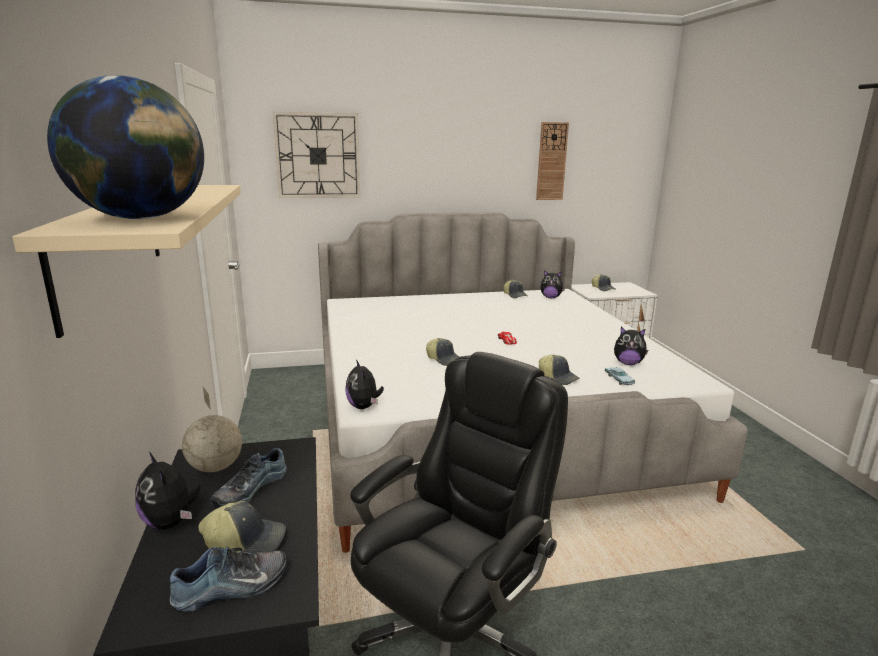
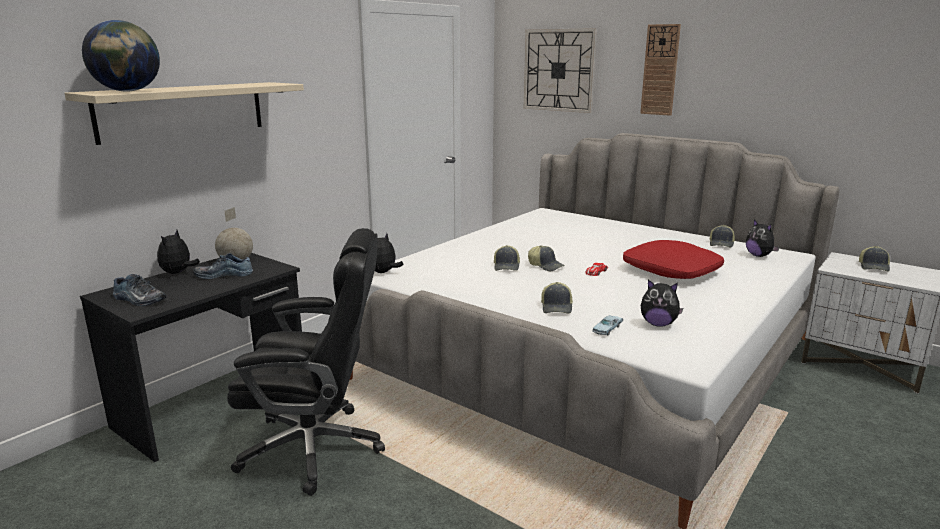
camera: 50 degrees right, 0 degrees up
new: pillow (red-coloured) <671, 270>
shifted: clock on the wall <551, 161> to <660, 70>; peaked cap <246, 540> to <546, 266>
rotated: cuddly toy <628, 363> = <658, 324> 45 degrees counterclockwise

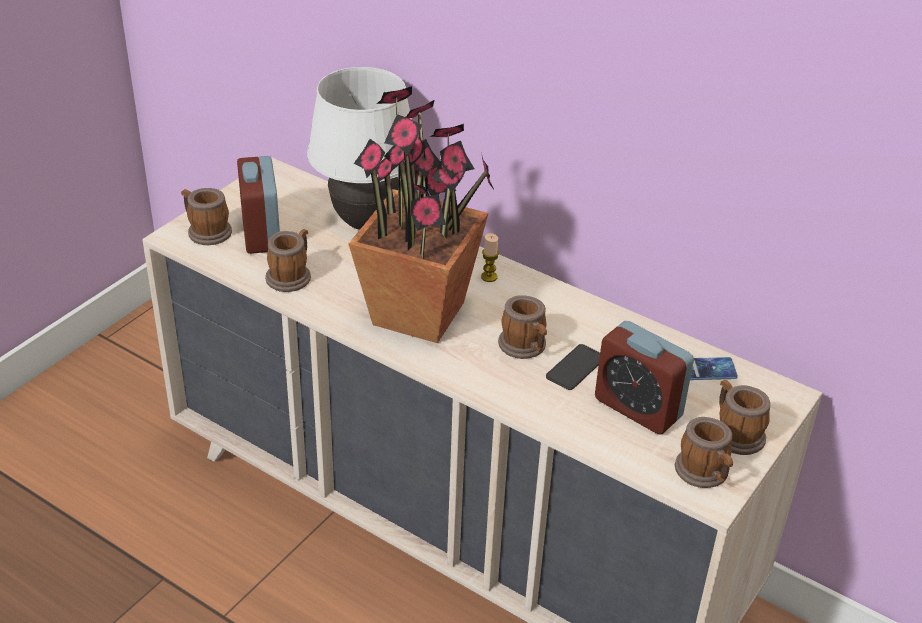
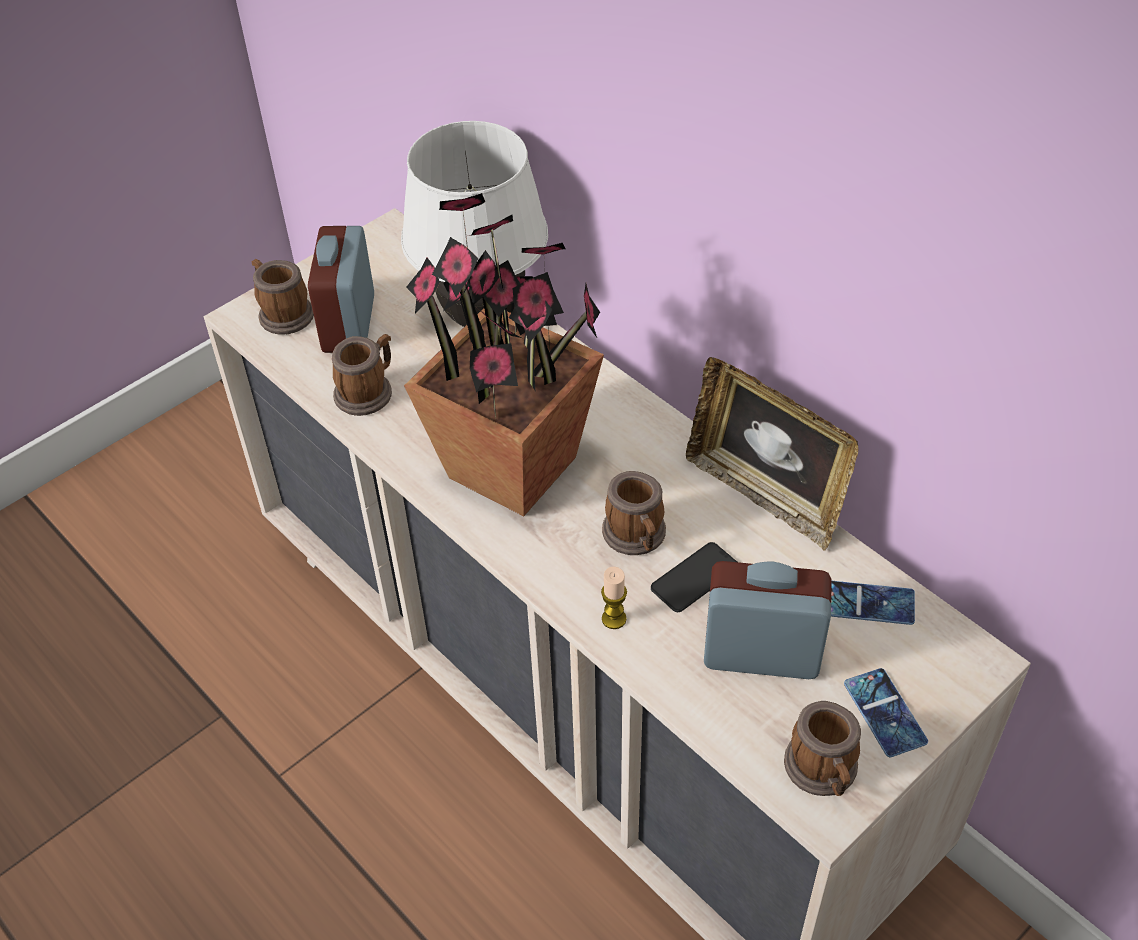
camera: 15 degrees right, 10 degrees up
new: picture frame <765, 494>
shifted: wax candle <489, 277> to <614, 619>
swapped: mug <735, 433> to phone <885, 712>
rotated: table clock <638, 408> = <761, 653> 135 degrees clockwise

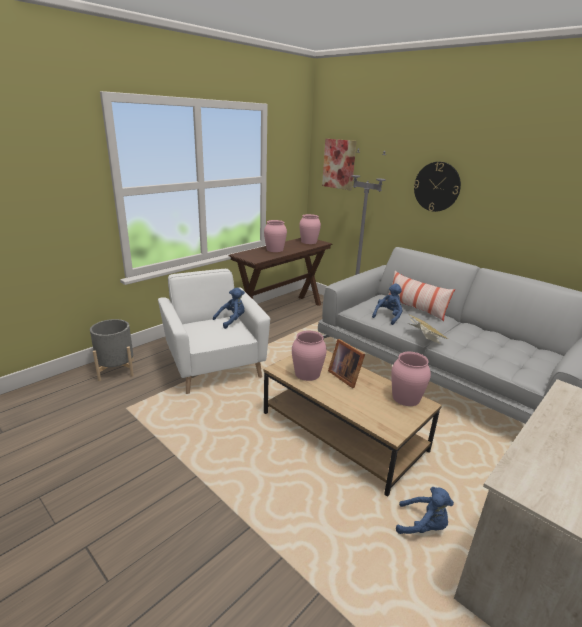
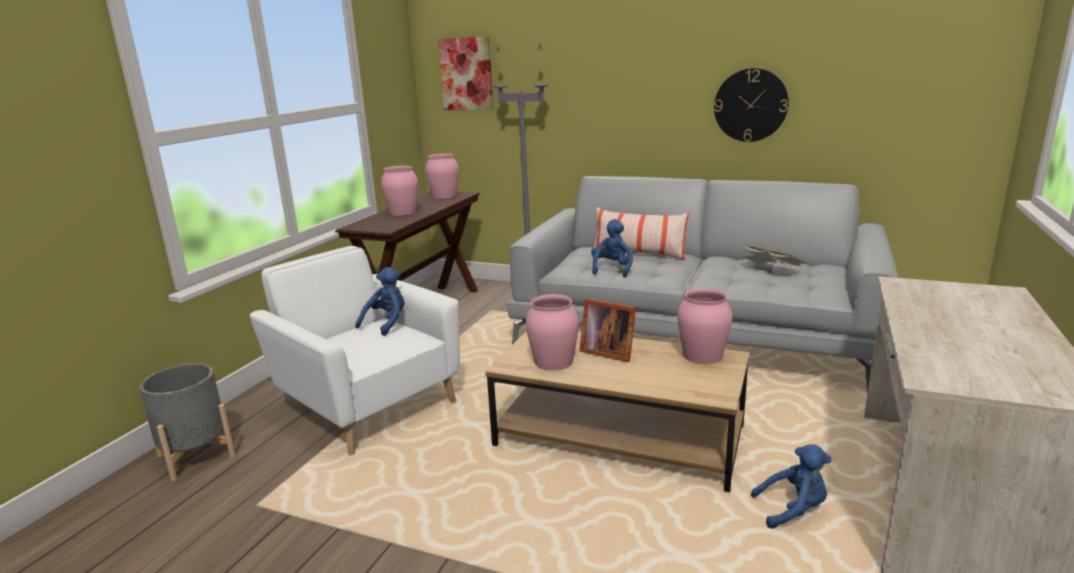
camera: 20 degrees left, 5 degrees down
shifted: clock on the wall <437, 186> to <750, 105>; bound book <424, 337> to <771, 270>

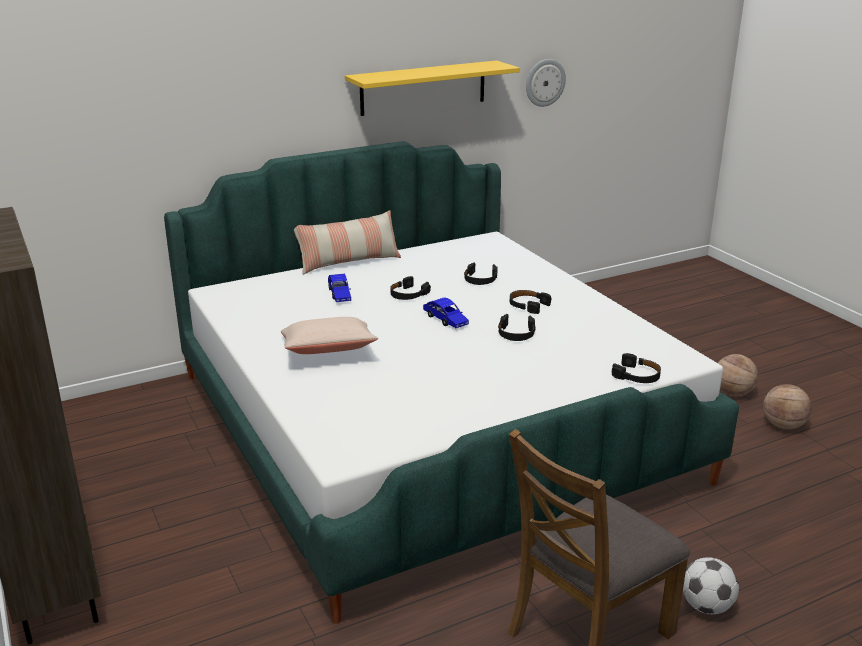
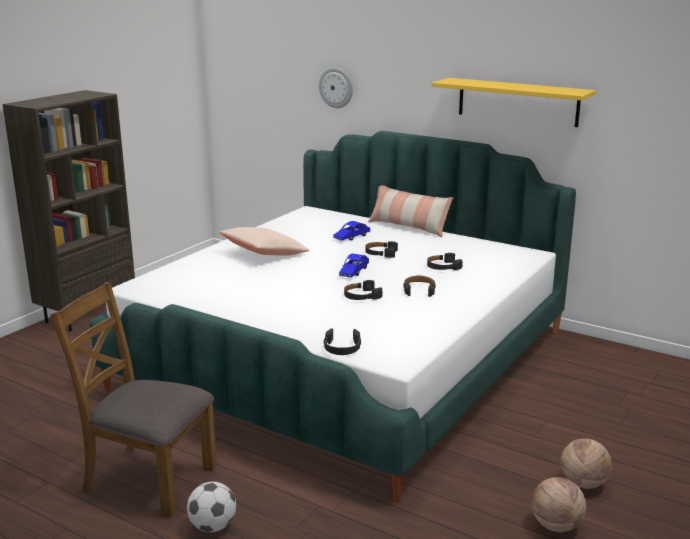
camera: 60 degrees right, 5 degrees down
shifted: clock on the wall <544, 82> to <336, 87>

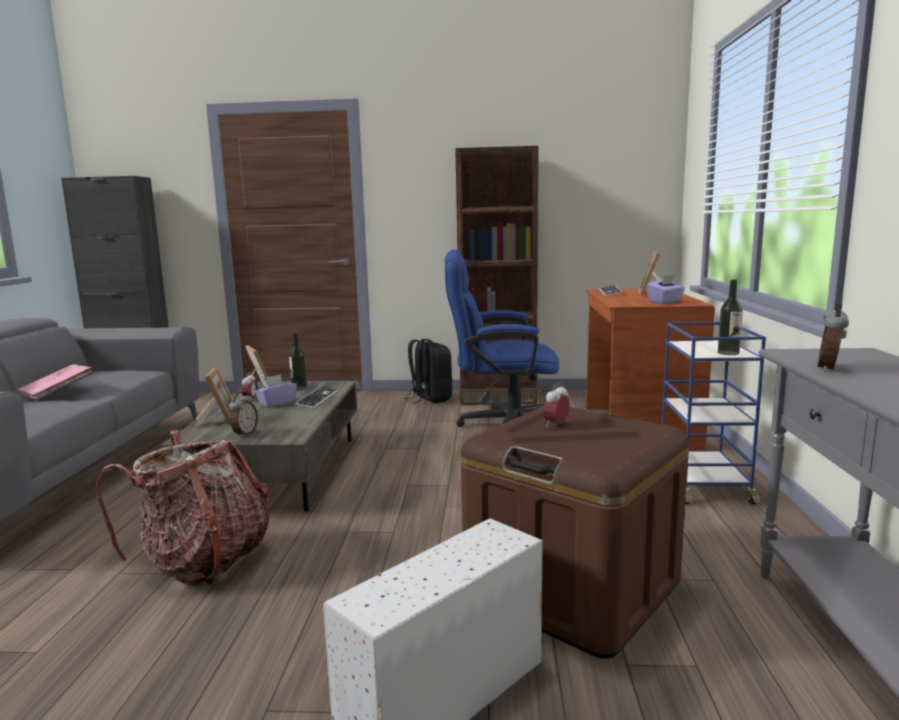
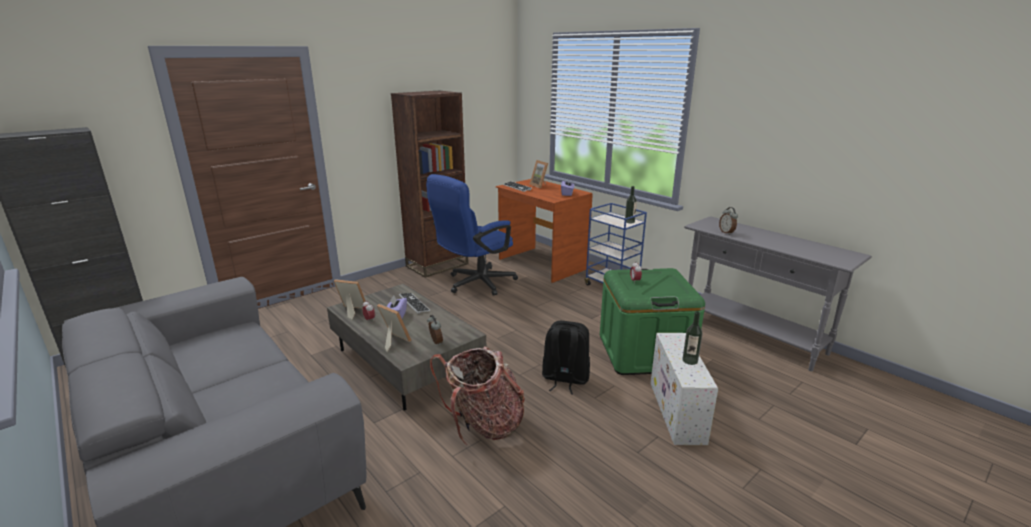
camera: 45 degrees left, 10 degrees up
gone: bound book (pink-coloured) <57, 392>
shifted: bottle <299, 388> to <690, 360>; rucksack (black-coloured) <430, 399> to <564, 379>
repainted: storage bin (brown-coloured) <572, 588> to storage bin (greenish) <644, 352>

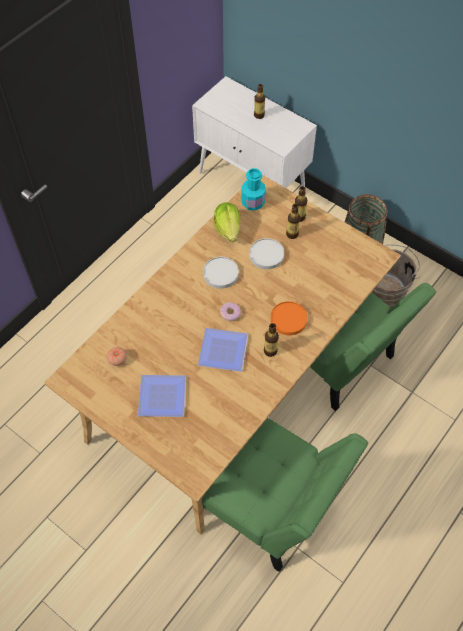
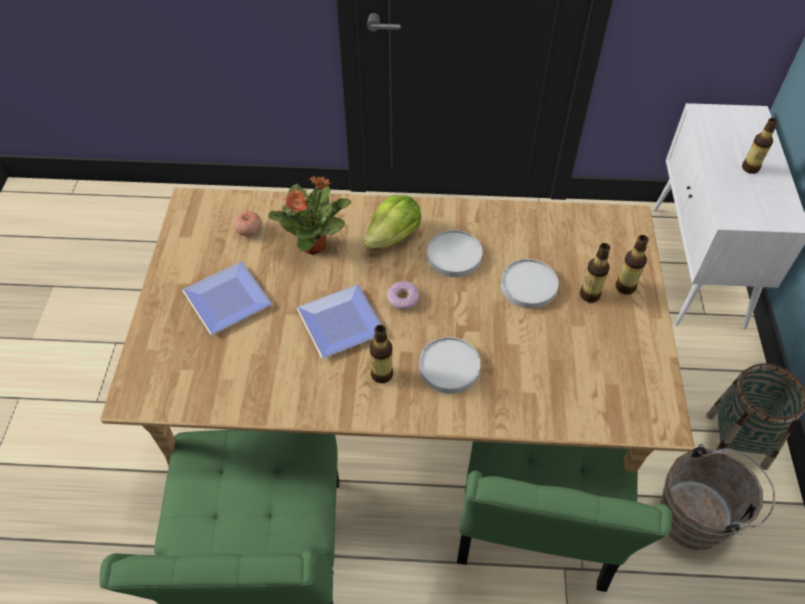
camera: 55 degrees right, 5 degrees down
gone: bottle (turquoise-coloured) <253, 202>
new: plant in a pot <314, 244>
shifted: lettuce head <228, 229> to <394, 237>
repainted: plate (orangey) <289, 319> to plate (white-coloured) <449, 368>

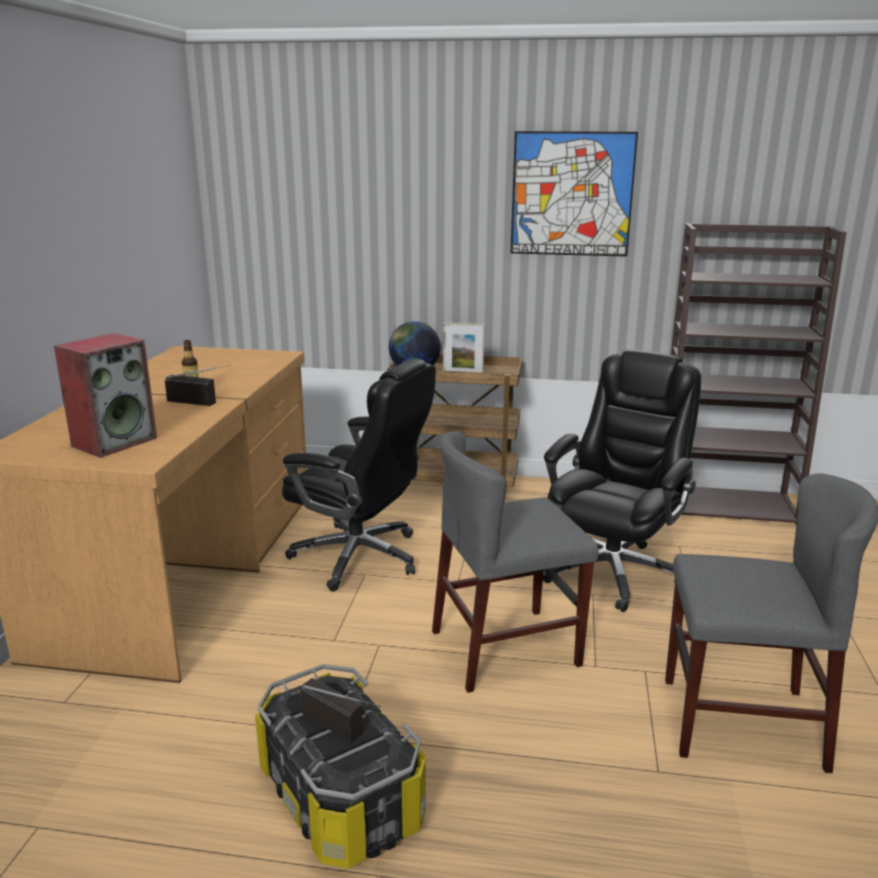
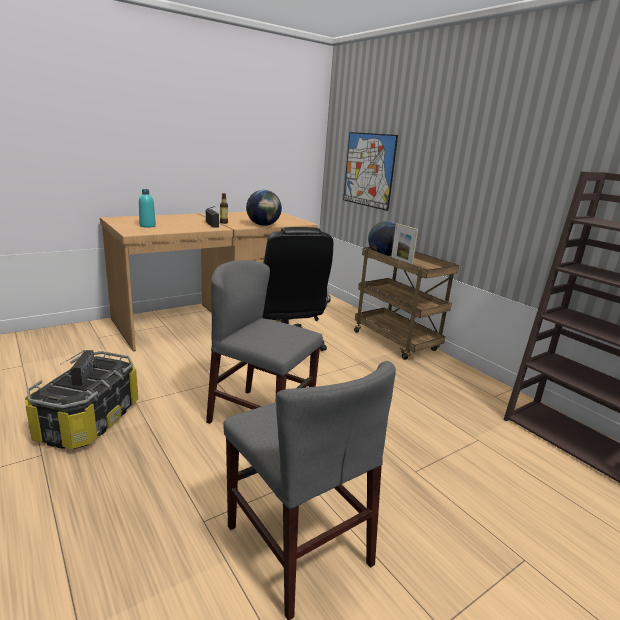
camera: 45 degrees right, 0 degrees up
gone: computer chair (black-coloured) <612, 570>
new: desk globe <263, 225>
shifted: wall picture <571, 194> to <368, 170>
swapped: speaker <115, 441> to bottle (turquoise-coloured) <147, 226>

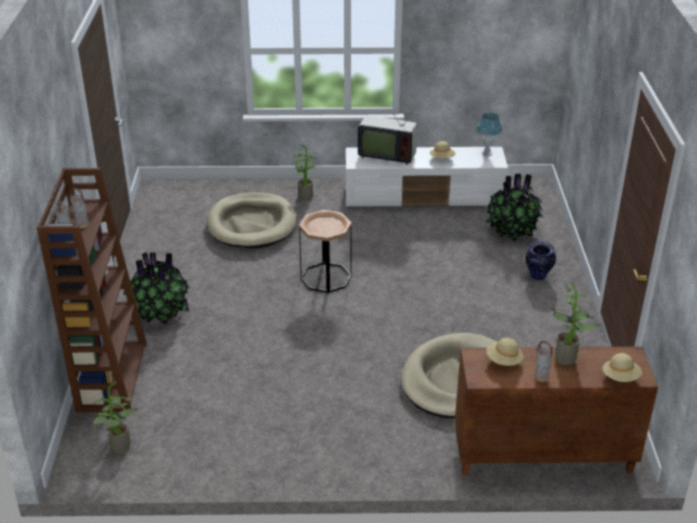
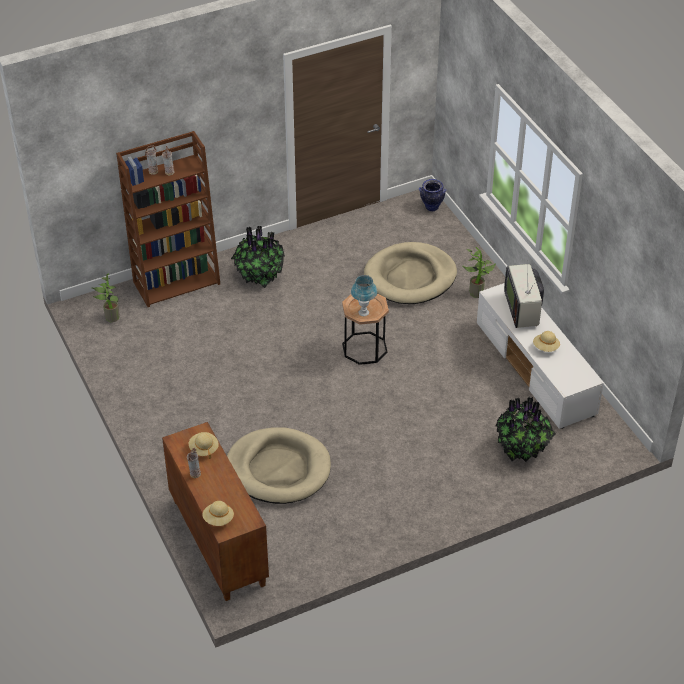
camera: 65 degrees right, 10 degrees up
gone: plant in a pot <568, 358>
shifted: tabletop lamp (bluish) <487, 154> to <363, 313>; decorative vase <538, 276> to <431, 207>

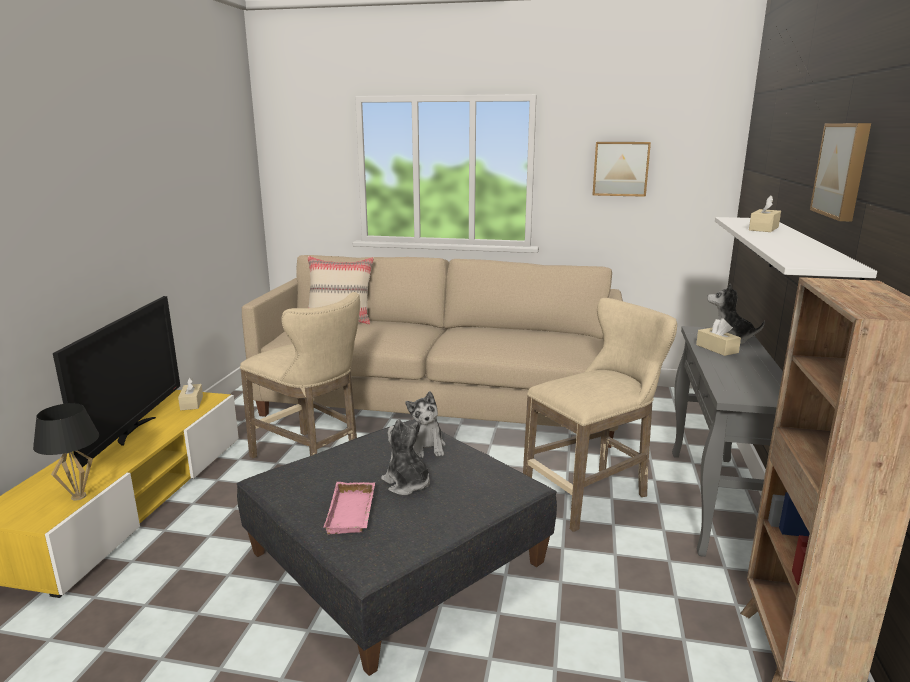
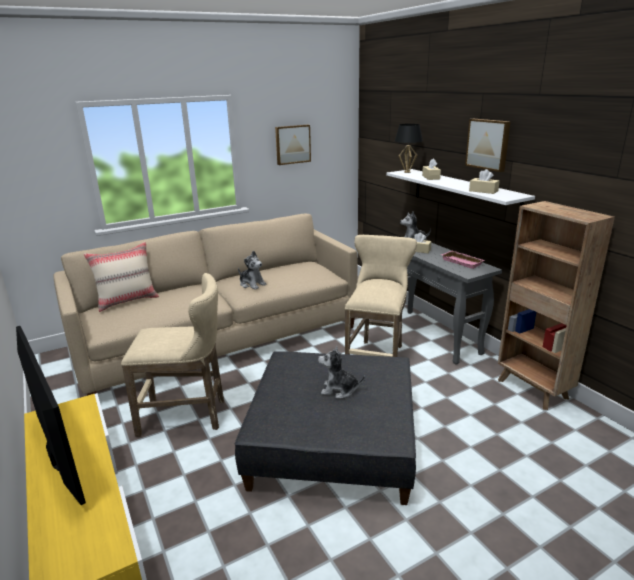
camera: 40 degrees left, 5 degrees up
shifted: tissue box (sand-coloured) <191, 403> to <483, 191>; cuddly toy <426, 447> to <252, 284>; tabletop lamp (black-coloured) <78, 497> to <407, 172>; carrying tray (pink-coloured) <353, 513> to <463, 262>

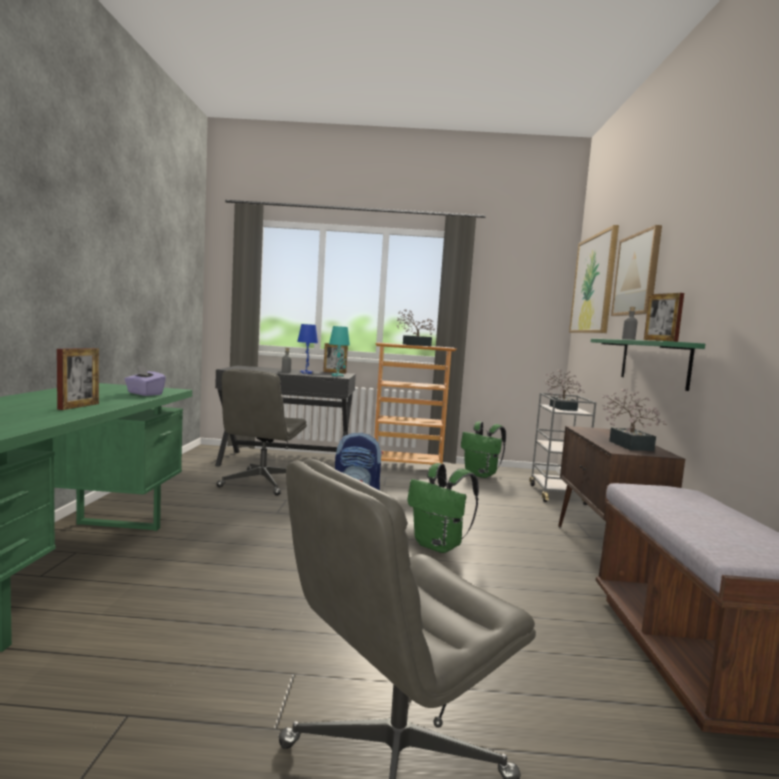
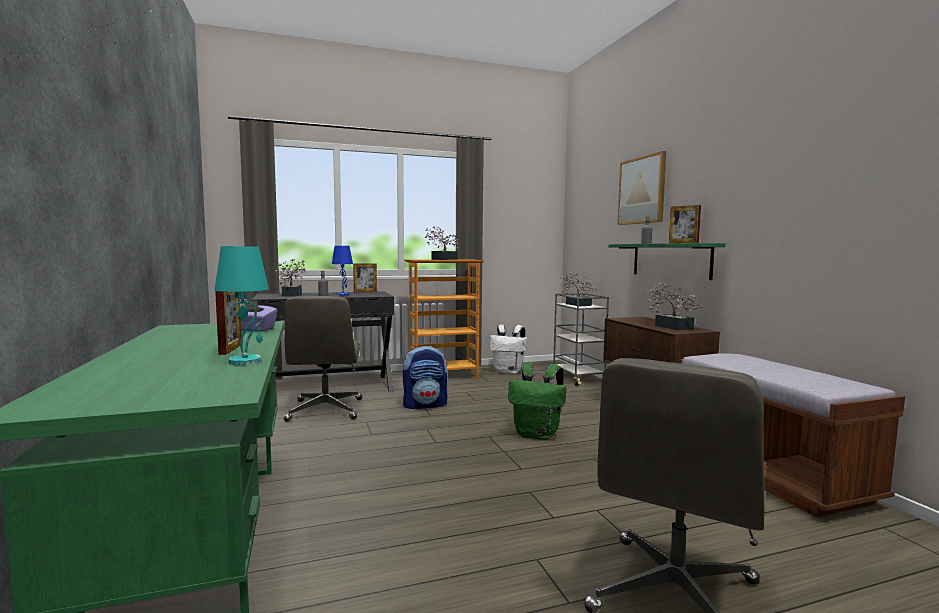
camera: 20 degrees left, 0 degrees up
gone: wall picture <593, 284>
new: plant in a pot <292, 294>
shifted: tabletop lamp (turquoise-coloured) <338, 375> to <245, 361>
repainted: rucksack (greenish) <481, 475> to rucksack (white-coloured) <508, 372>

